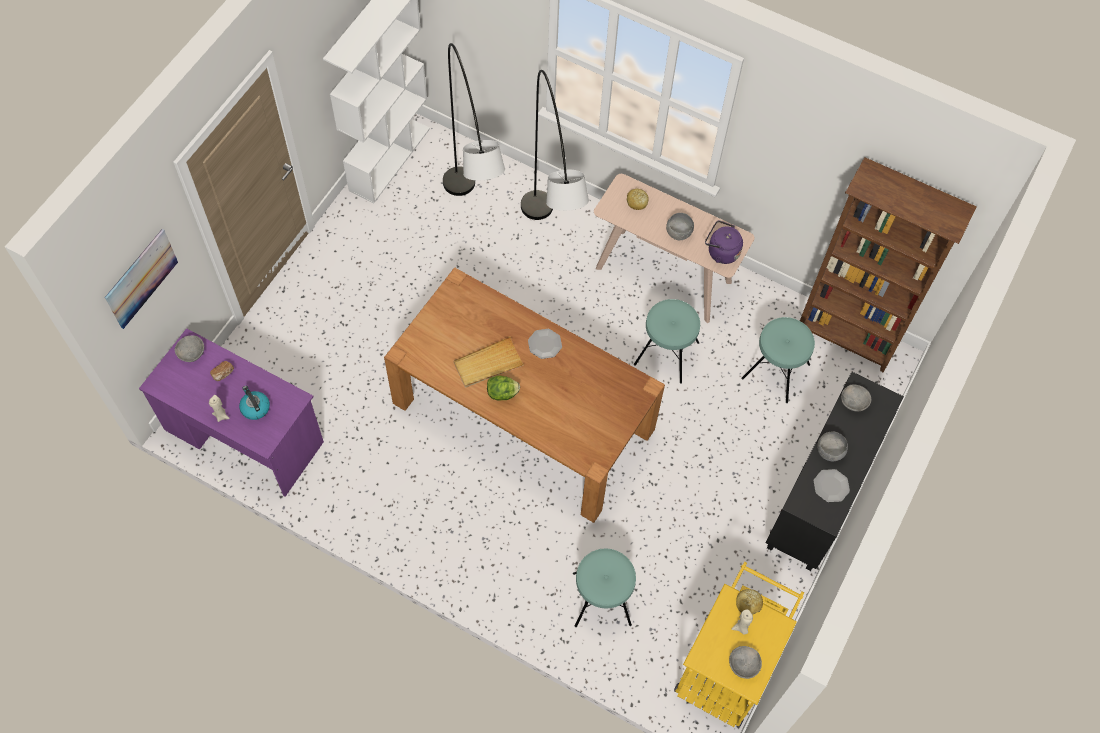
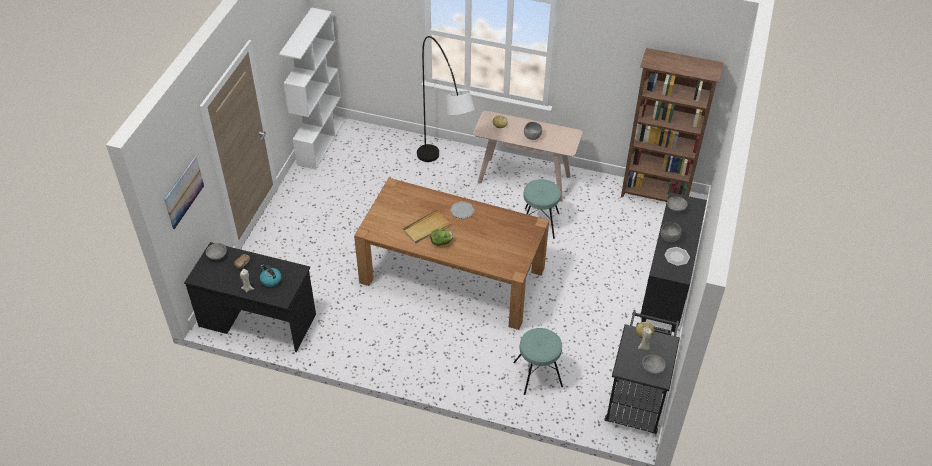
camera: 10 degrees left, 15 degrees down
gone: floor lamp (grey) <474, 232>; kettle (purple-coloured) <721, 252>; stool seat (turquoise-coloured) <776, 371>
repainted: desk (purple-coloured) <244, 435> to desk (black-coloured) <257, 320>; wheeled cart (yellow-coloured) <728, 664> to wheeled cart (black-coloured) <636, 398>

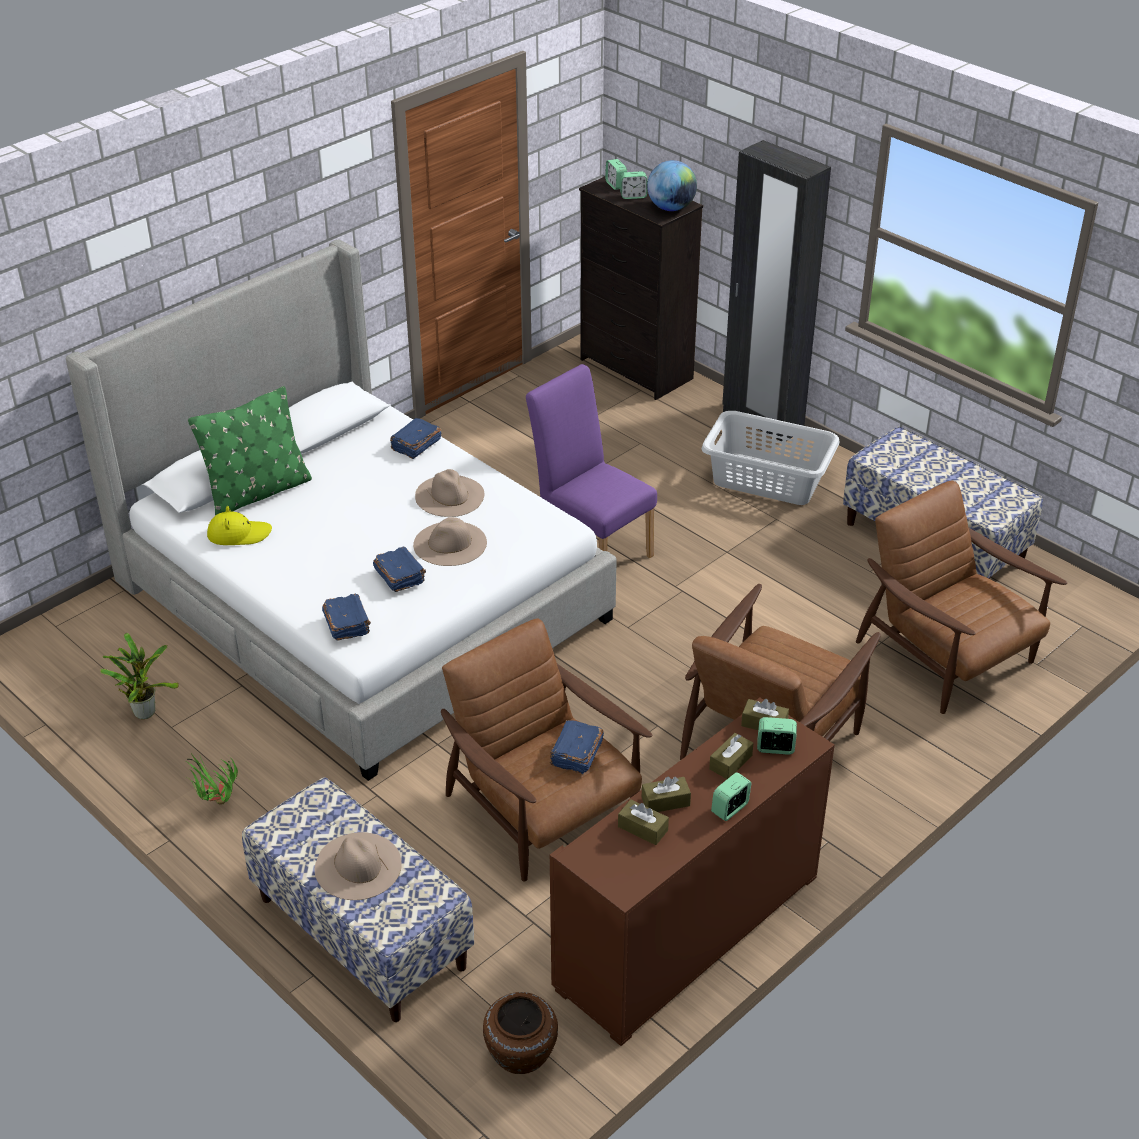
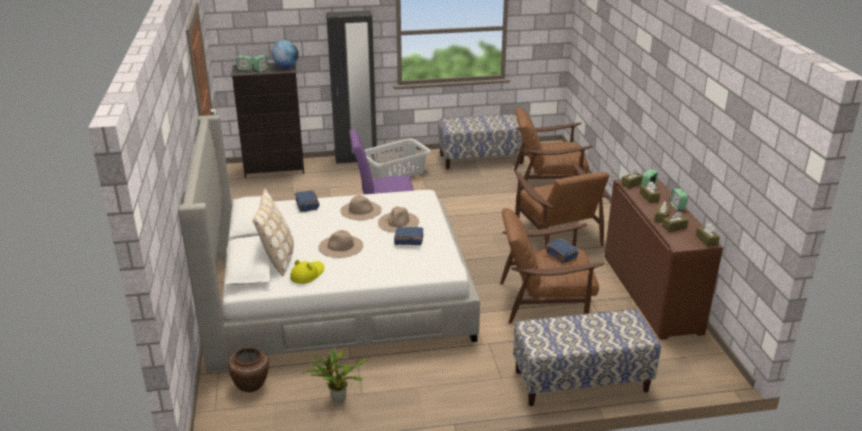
camera: 55 degrees left, 10 degrees down
gone: bound book (bluish) <347, 624>; plant in a pot <216, 805>
new: tissue box (brown-coloured) <706, 240>
shifted: wearable hat (sand-coloured) <357, 866> to <340, 246>; decorative vase (brown-coloured) <520, 1058> to <251, 385>
repainted: pillow (greenish) <258, 492> to pillow (sand-coloured) <278, 258>

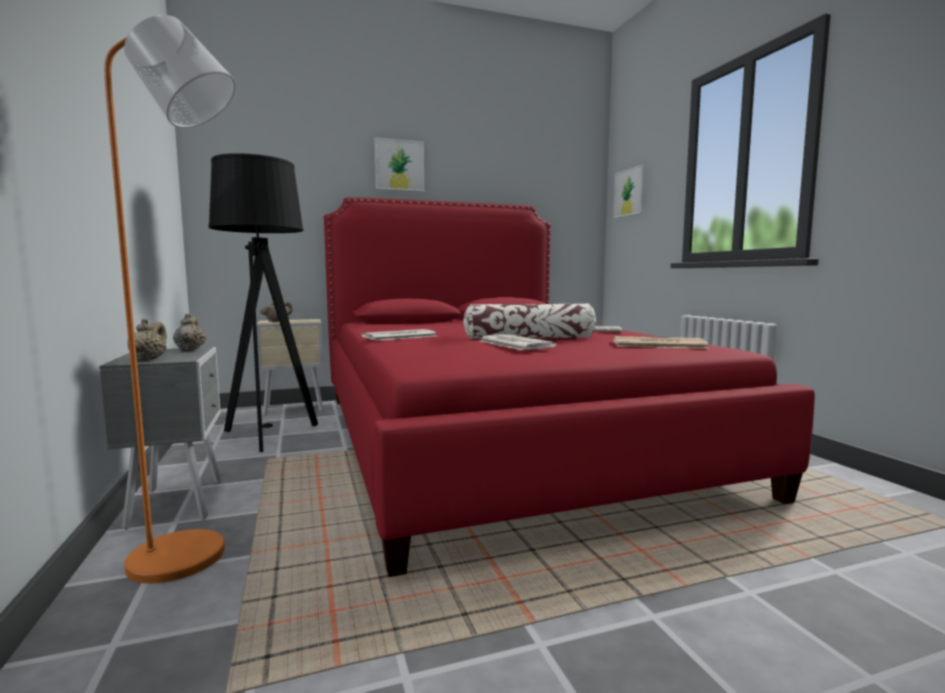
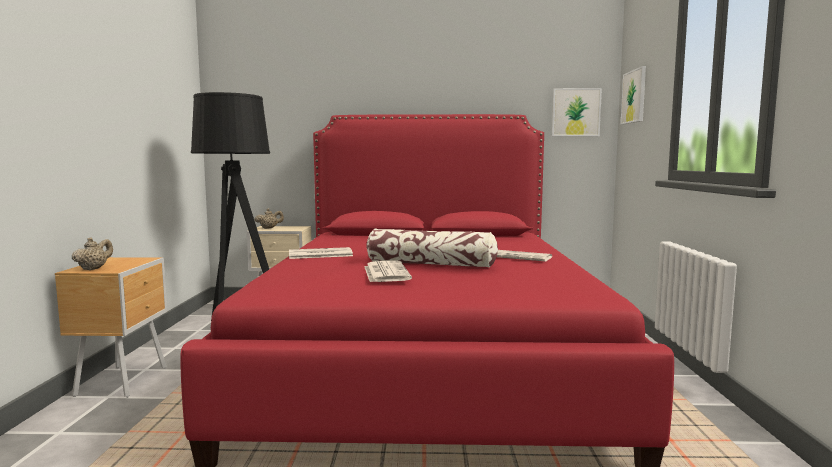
camera: 20 degrees right, 0 degrees up
gone: floor lamp (orangey) <195, 557>; teapot (sand-coloured) <190, 350>; newspaper <657, 344>
shifted: wall picture <399, 165> to <576, 112>
repainted: night table (grey) <179, 502> to night table (brown-coloured) <124, 381>

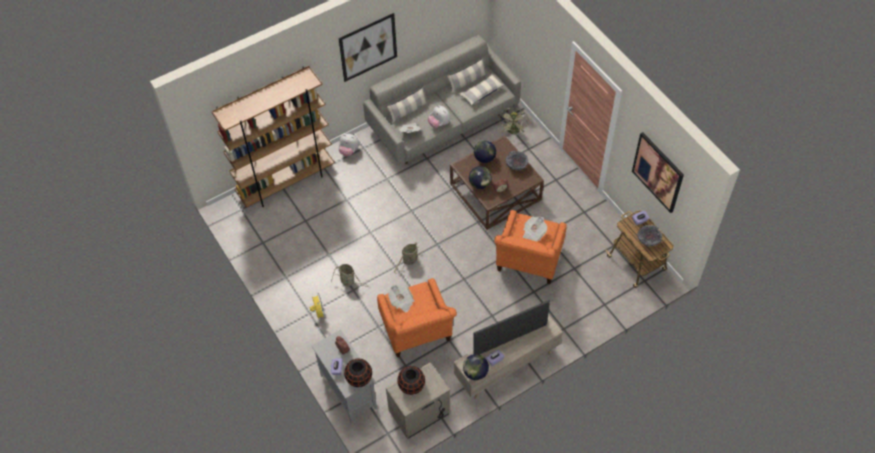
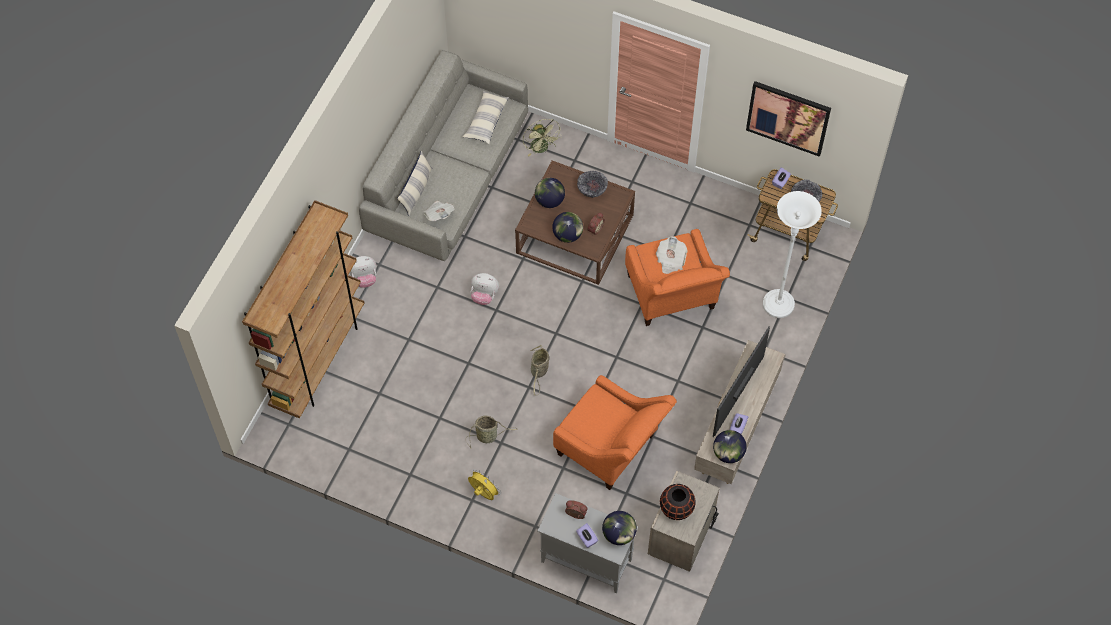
camera: 35 degrees left, 5 degrees up
gone: wall picture <368, 47>; pillow <467, 81>; newspaper <401, 301>
new: floor lamp (white-coloured) <778, 304>
shifted: cuddly toy <439, 124> to <484, 295>
swapped: decorative vase (black-coloured) <359, 378> to desk globe <619, 534>

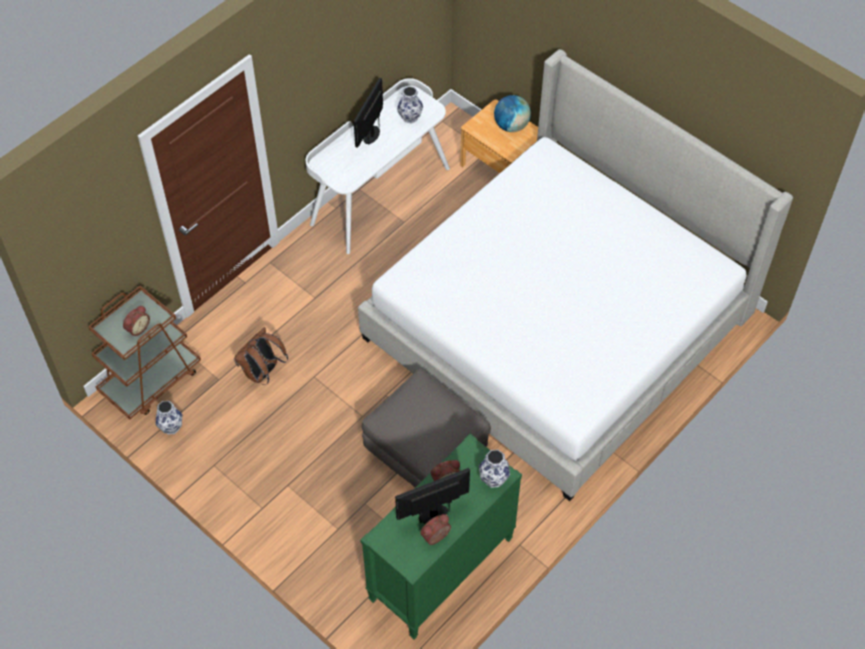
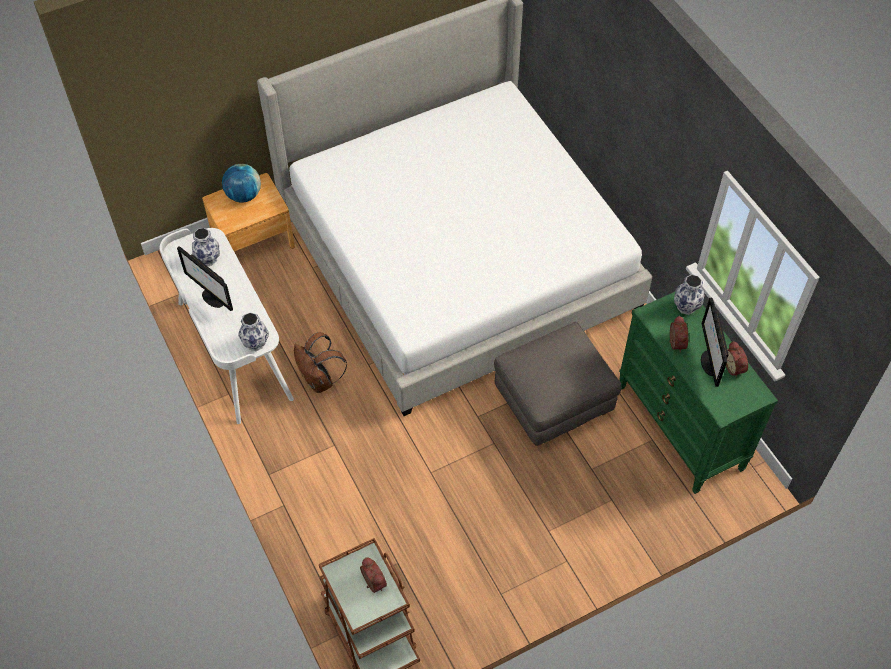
camera: 70 degrees left, 0 degrees up
shifted: rucksack (brown-coloured) <262, 373> to <320, 381>; decorative vase <171, 427> to <255, 343>

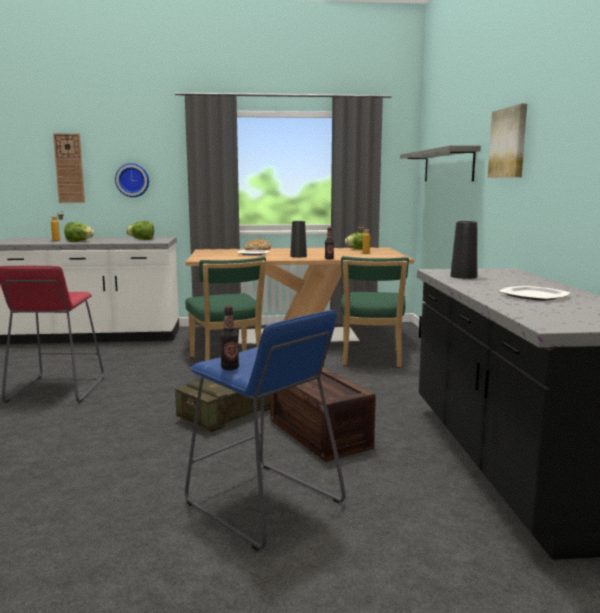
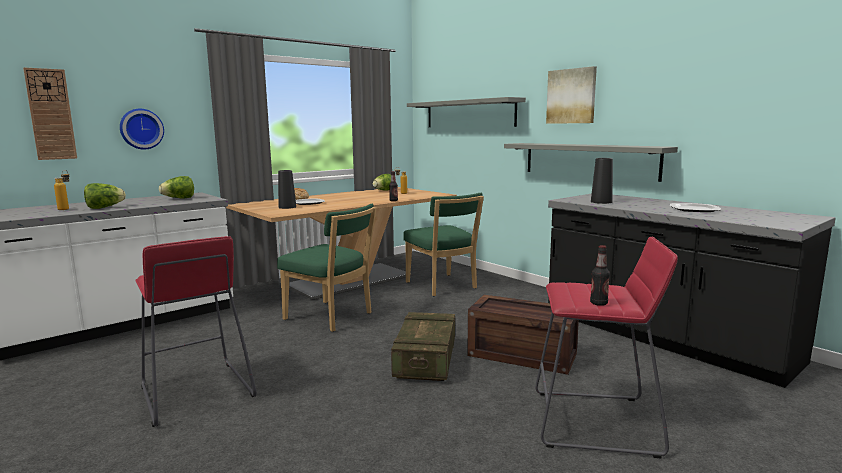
camera: 35 degrees left, 0 degrees up
new: wall shelf (grey) <588, 160>
shifted: decorative vase (black-coloured) <298, 256> to <287, 207>
repainted: stool seat (bluish) <264, 503> to stool seat (red-coloured) <595, 422>

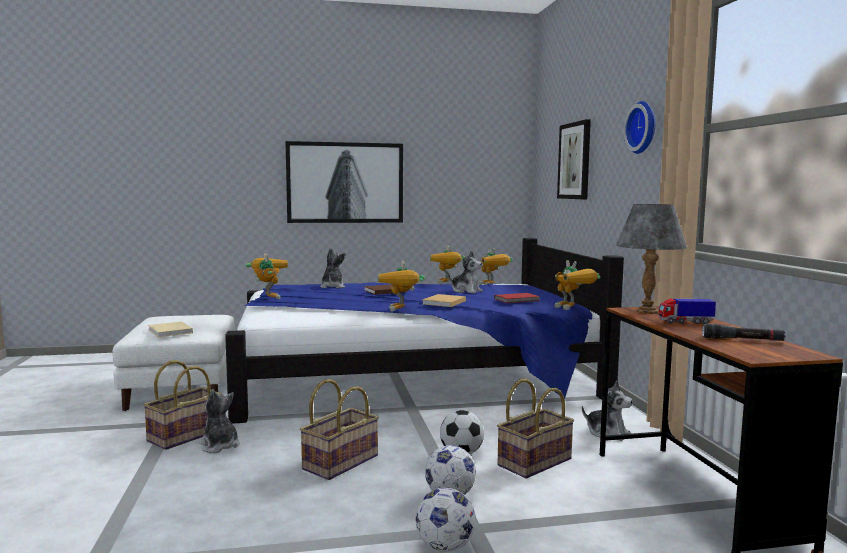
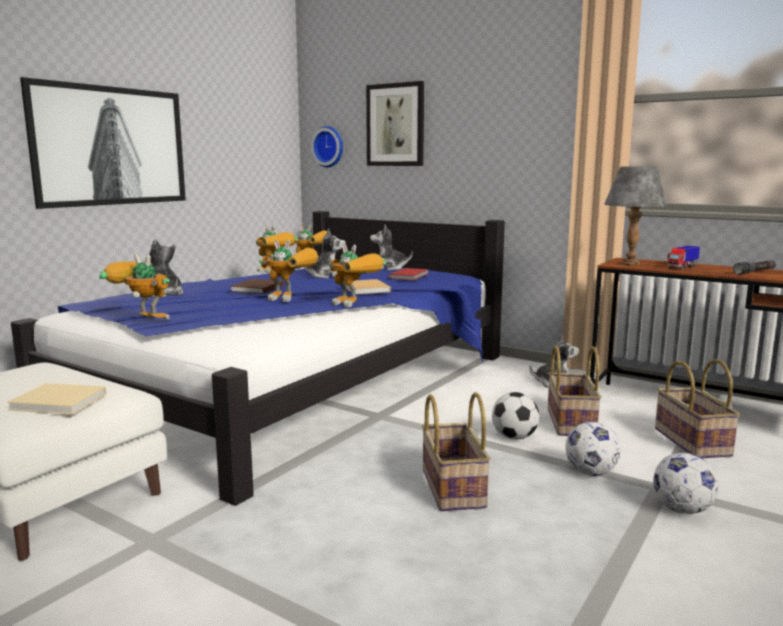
camera: 45 degrees left, 5 degrees up
shifted: clock on the wall <643, 127> to <329, 147>; toy robot <573, 309> to <292, 299>; basket <185, 435> to <690, 442>; cuddly toy <220, 446> to <389, 268>

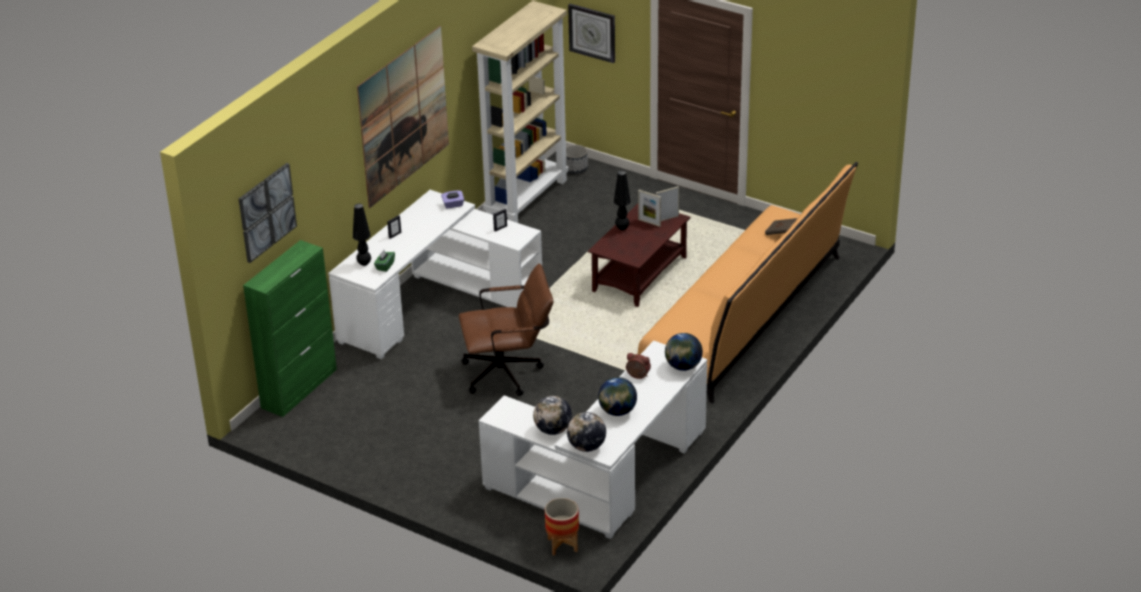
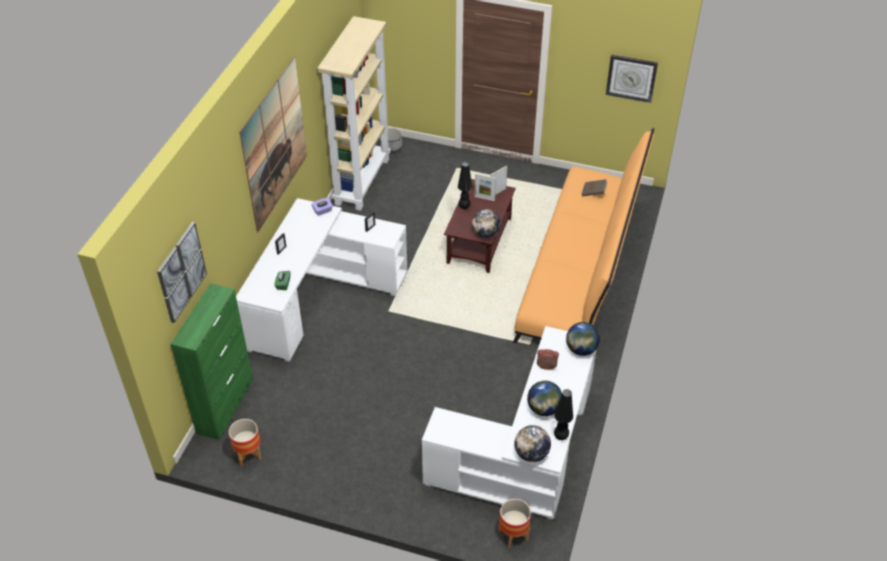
camera: 15 degrees left, 10 degrees up
gone: computer chair (brown-coloured) <509, 373>
new: flower pot <248, 454>
shifted: clock on the wall <592, 32> to <631, 78>; tabletop lamp (black-coloured) <364, 263> to <560, 436>; desk globe <553, 430> to <485, 234>

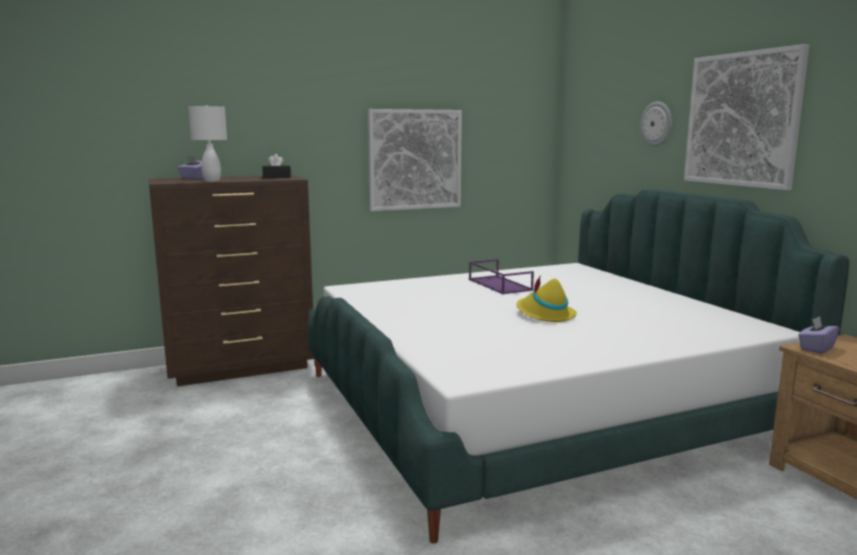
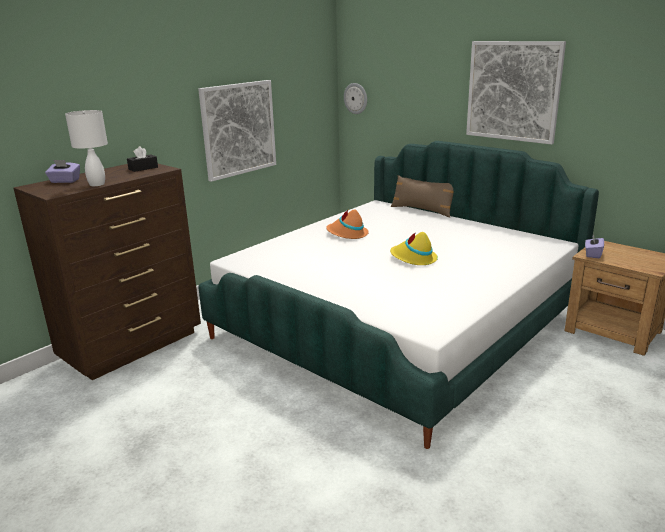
camera: 25 degrees left, 10 degrees up
new: pillow (brown-coloured) <422, 210>
shifted: clock on the wall <657, 124> to <356, 98>
swapped: carrying tray (purple-coloured) <498, 284> to wearable hat (orangey) <347, 234>

